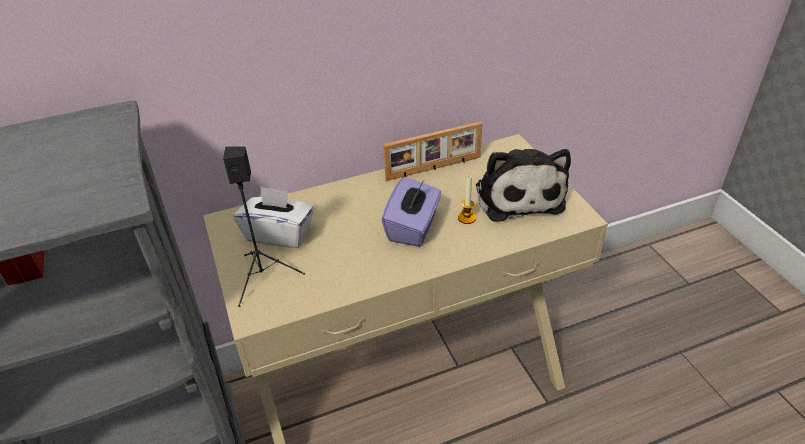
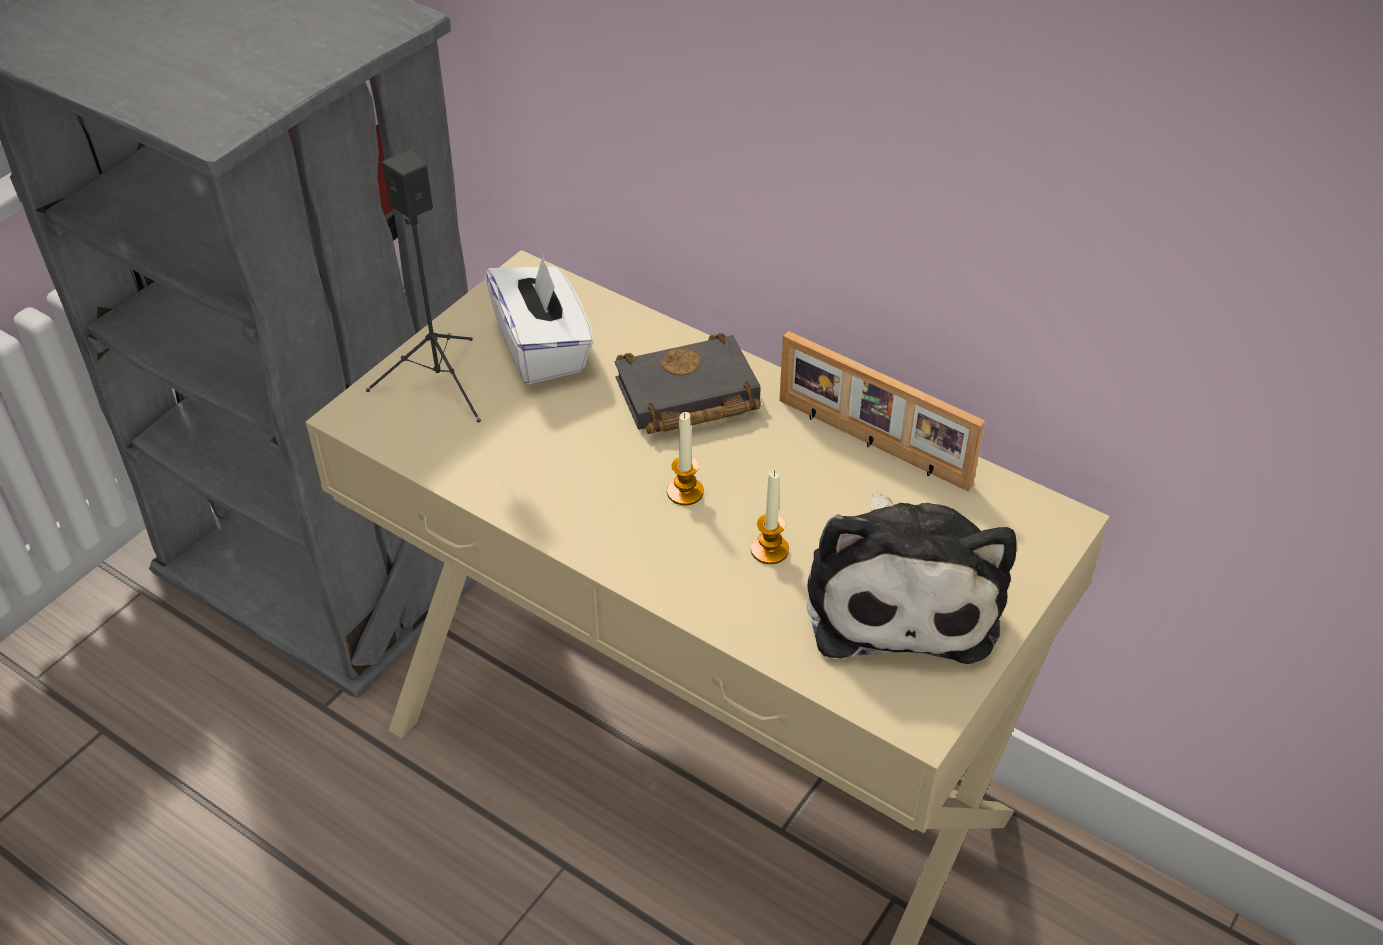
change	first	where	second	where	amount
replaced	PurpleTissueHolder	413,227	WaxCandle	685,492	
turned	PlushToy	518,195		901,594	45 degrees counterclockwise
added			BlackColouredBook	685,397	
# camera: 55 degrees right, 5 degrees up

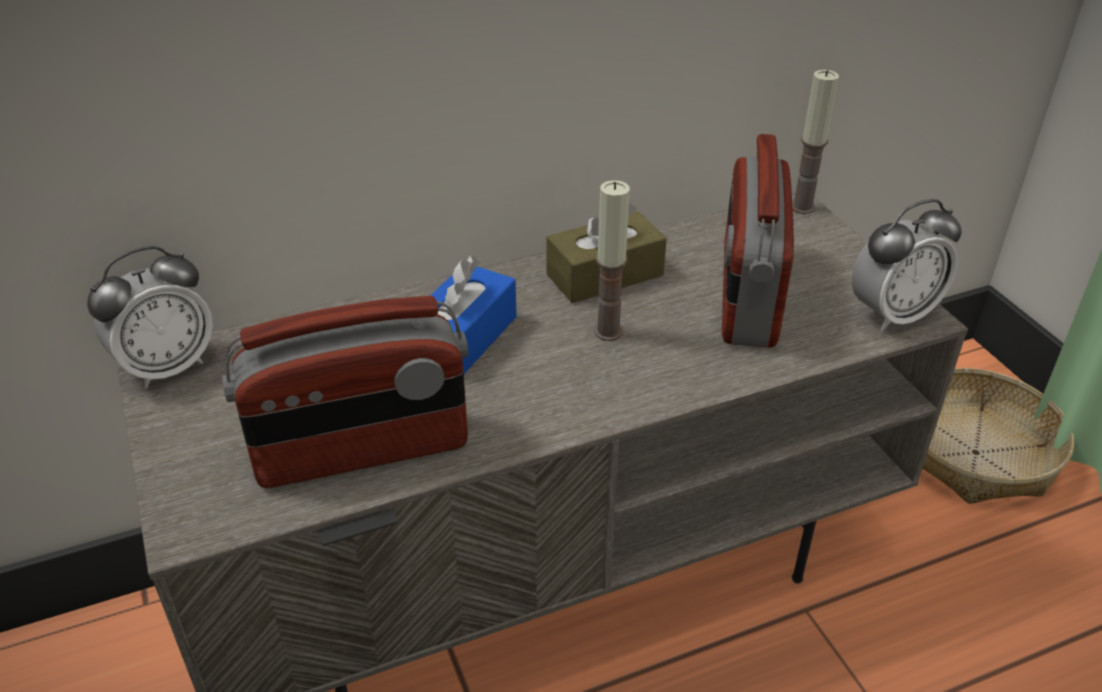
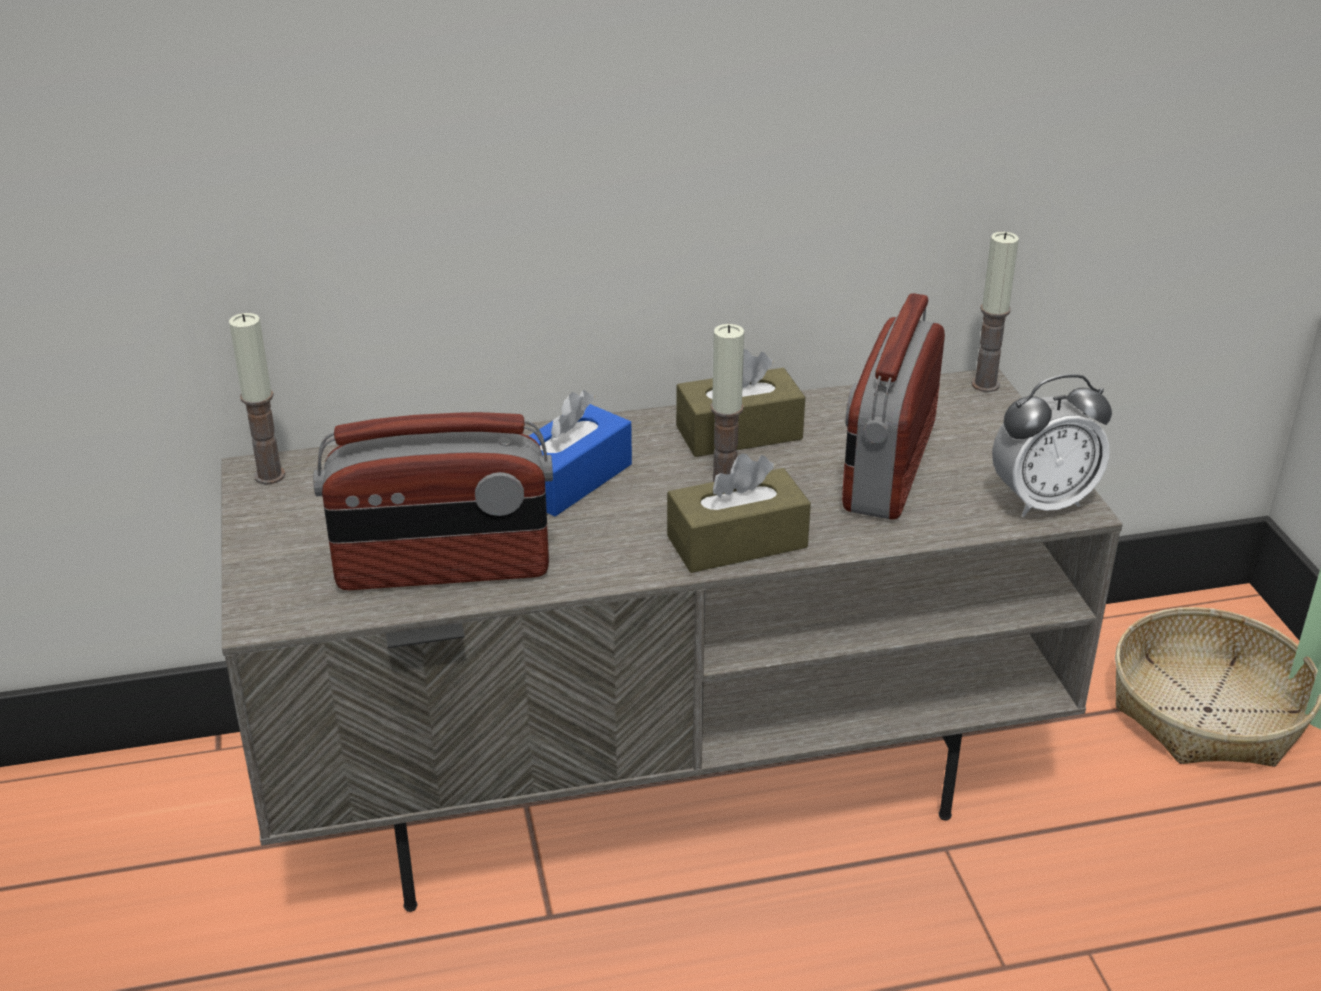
change	first	where	second	where	amount
replaced	BedsideClock	167,367	WaxCandle	269,475	
added			BrownishTissueHolder	737,542	
# camera: 10 degrees right, 5 degrees down

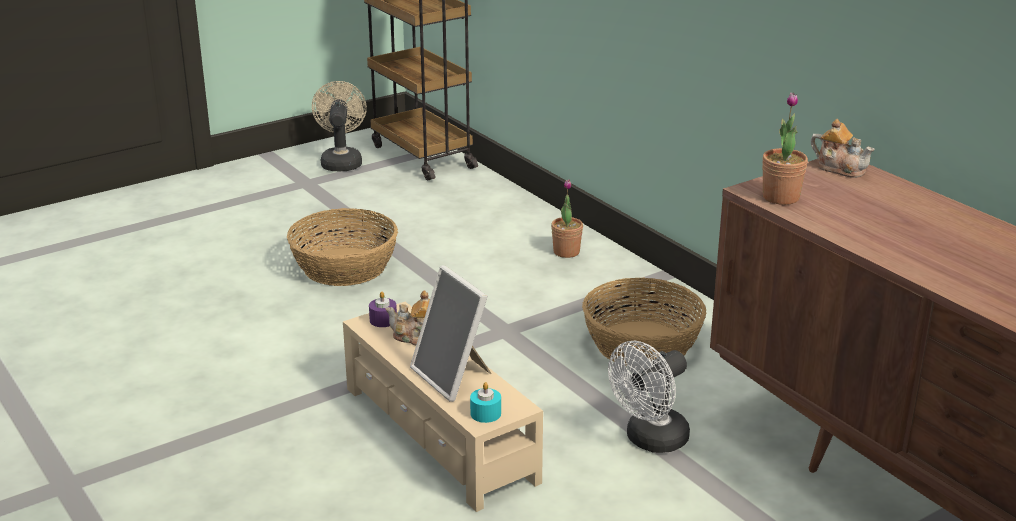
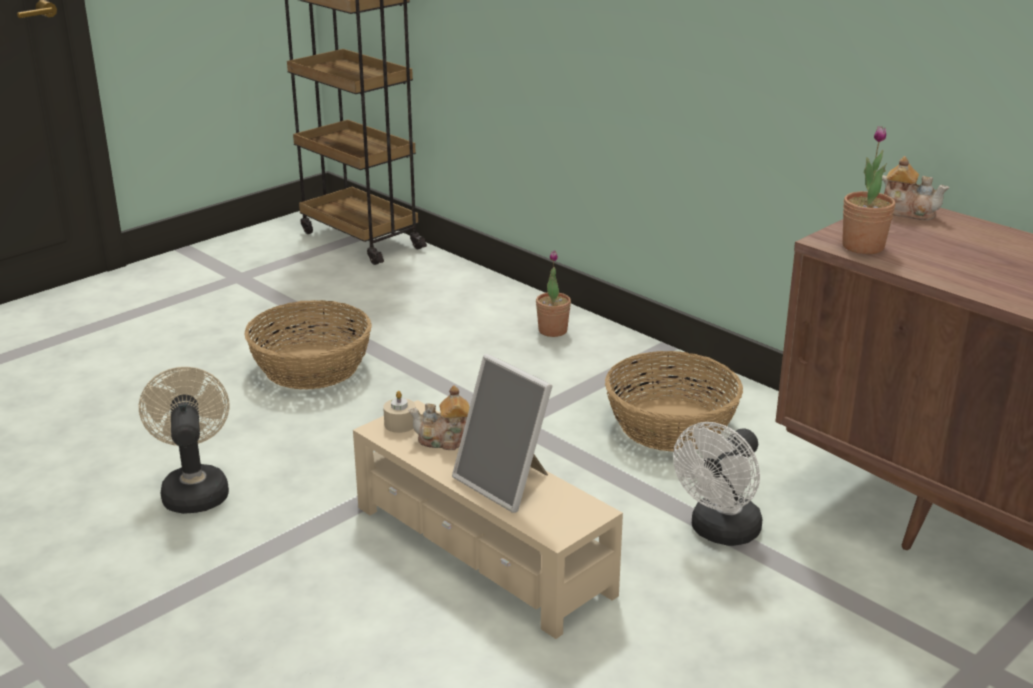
change	first	where	second	where	amount
moved	BeigeFan	341,161		194,489	
recoloured	PurpleWaxCandle	383,320	BeigeWaxCandle	400,424	
removed	TurquoiseWaxCandle	485,413			
# camera: 10 degrees left, 0 degrees up

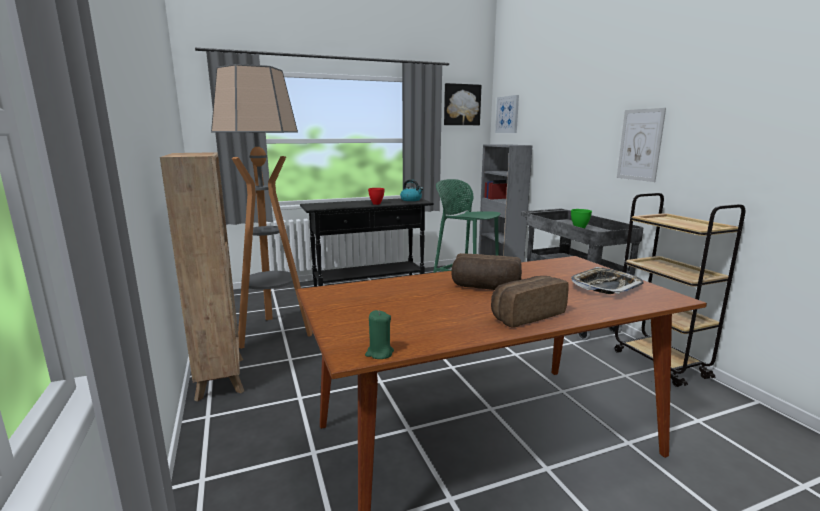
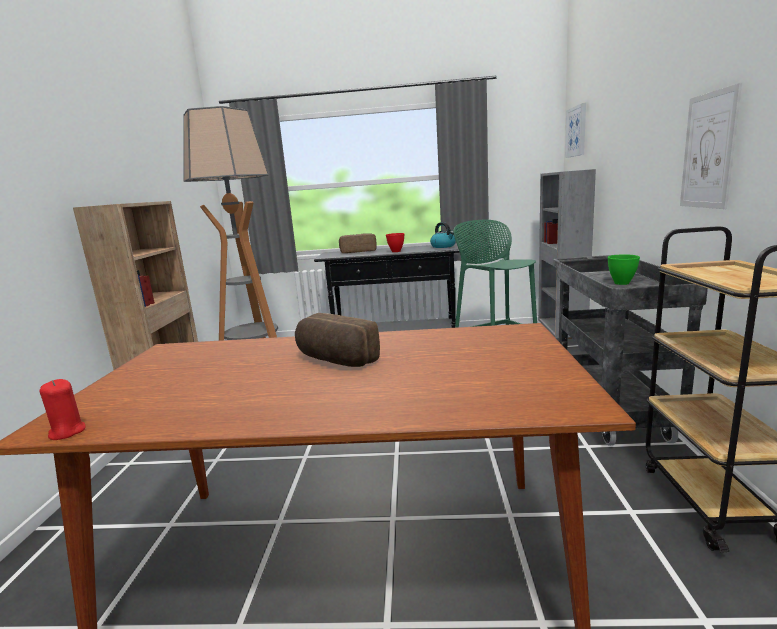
change	first	where	second	where	amount
recoloured	GreenWaxCandle	379,353	ReddishWaxCandle	67,432	
removed	Picture	461,105			
moved	Bread	525,315		358,251	
removed	CarryingTray	605,286			
# camera: 25 degrees right, 0 degrees up

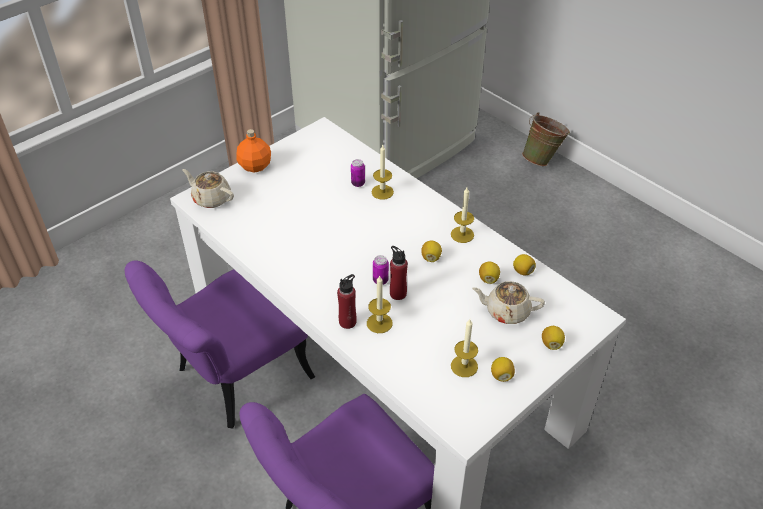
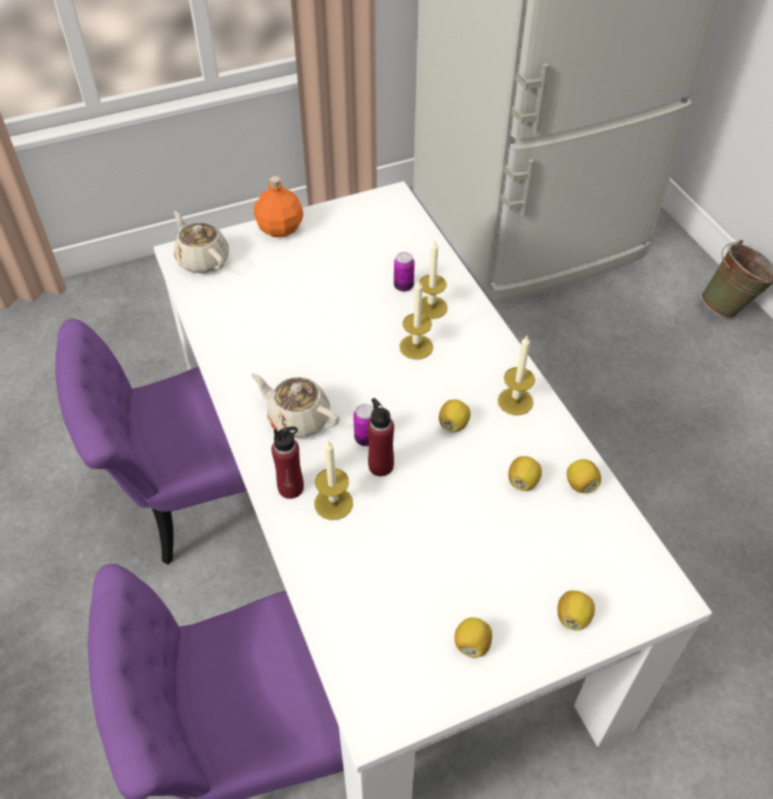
change	first	where	second	where	amount
moved	WaxCandle	464,366		416,347	
moved	BeigePotForTea	506,311		298,418	
# camera: 20 degrees right, 5 degrees up

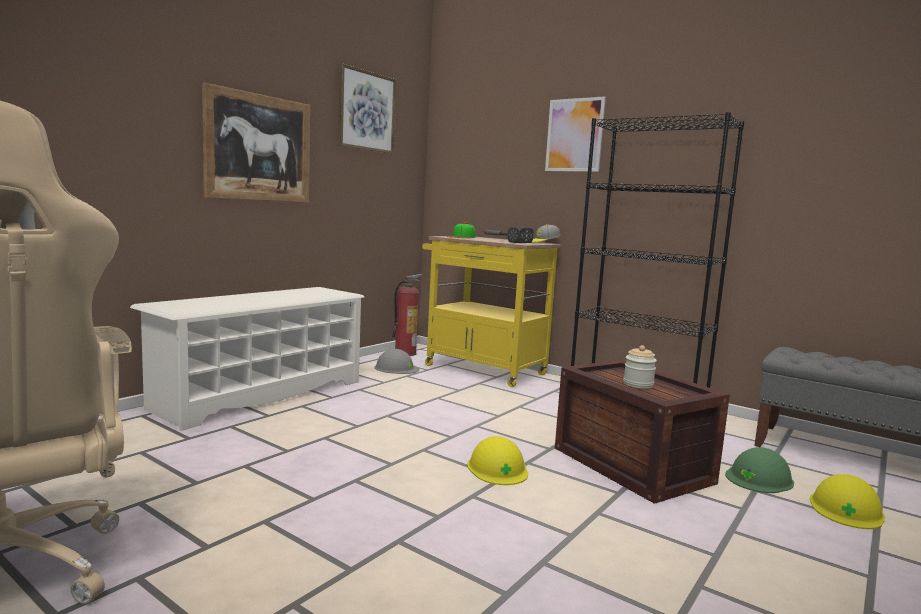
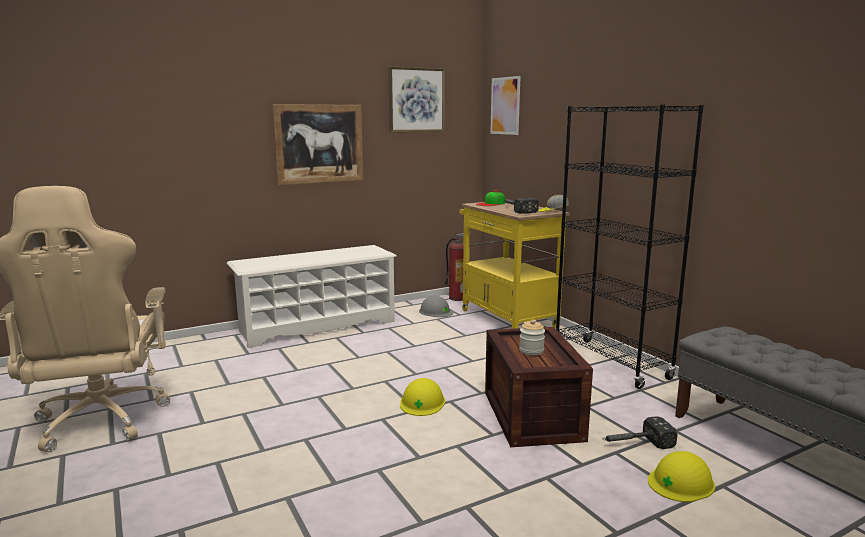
change	first	where	second	where	amount
moved	Picture	574,135		505,106	
replaced	GreenHardHat	759,478	HandHammer	635,444	
# camera: 25 degrees right, 5 degrees up

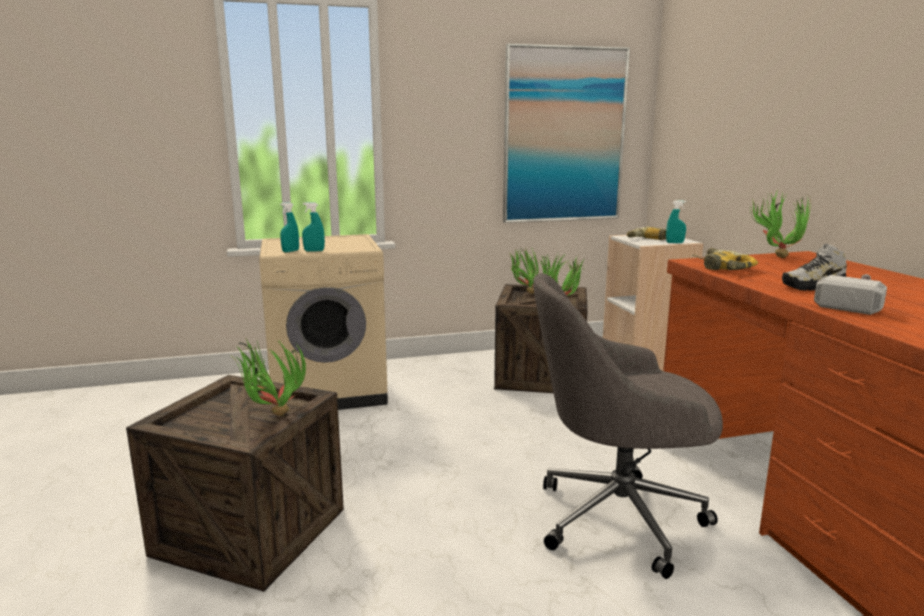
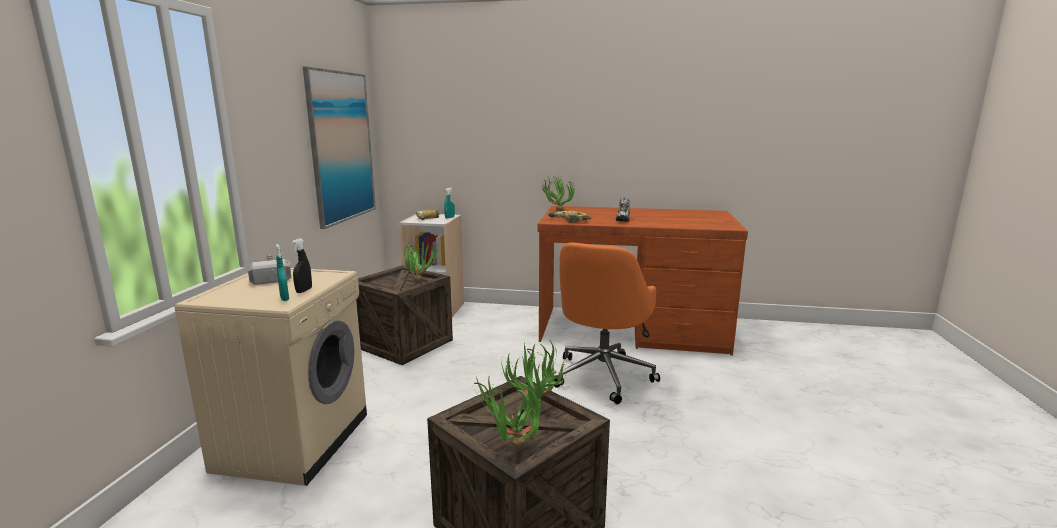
change	first	where	second	where	amount
recoloured	TurquoiseSprayBottle	314,251	BlackColouredSprayBottle	304,290	
moved	PottedPlant	525,293		512,450	
recoloured	GreyishComputerChair	617,520	OrangeyComputerChair	603,377	
moved	HandHammer	854,300		270,273	
# camera: 65 degrees left, 0 degrees up

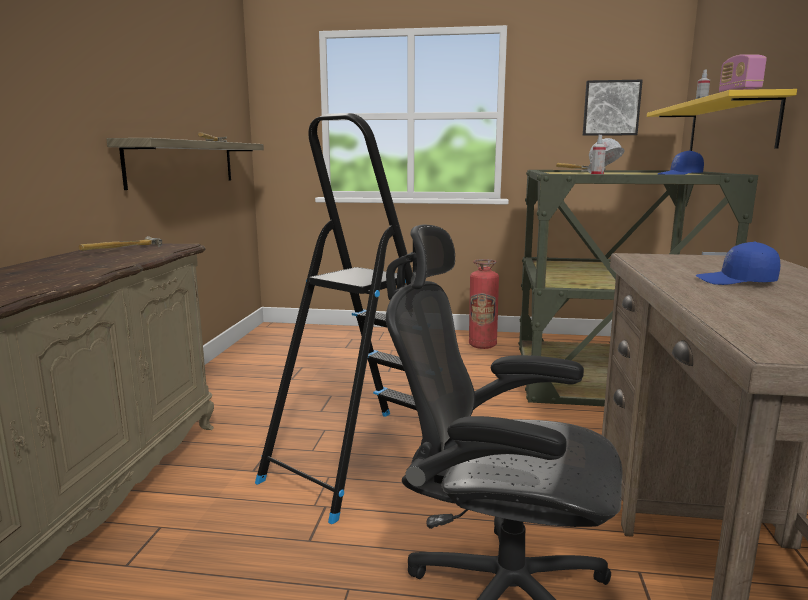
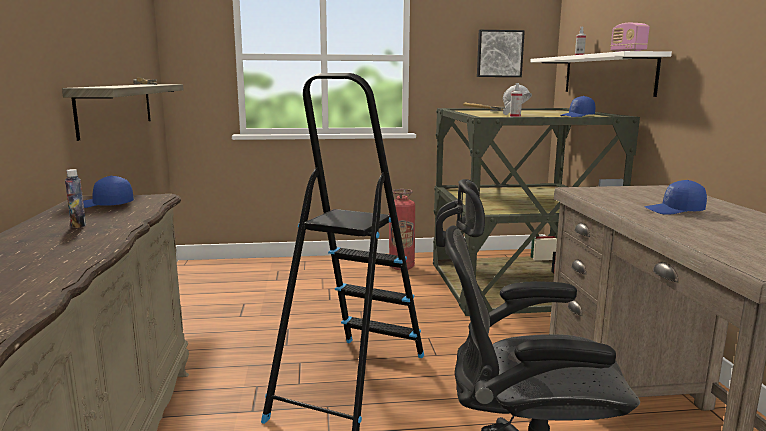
change	first	where	second	where	amount
replaced	HandHammer	126,250	BluishBaseballCap	106,205	
recoloured	YellowColouredShelf	729,126	WhitishShelf	606,75	
added			DrinkBottle	78,225	
# camera: 15 degrees left, 0 degrees up

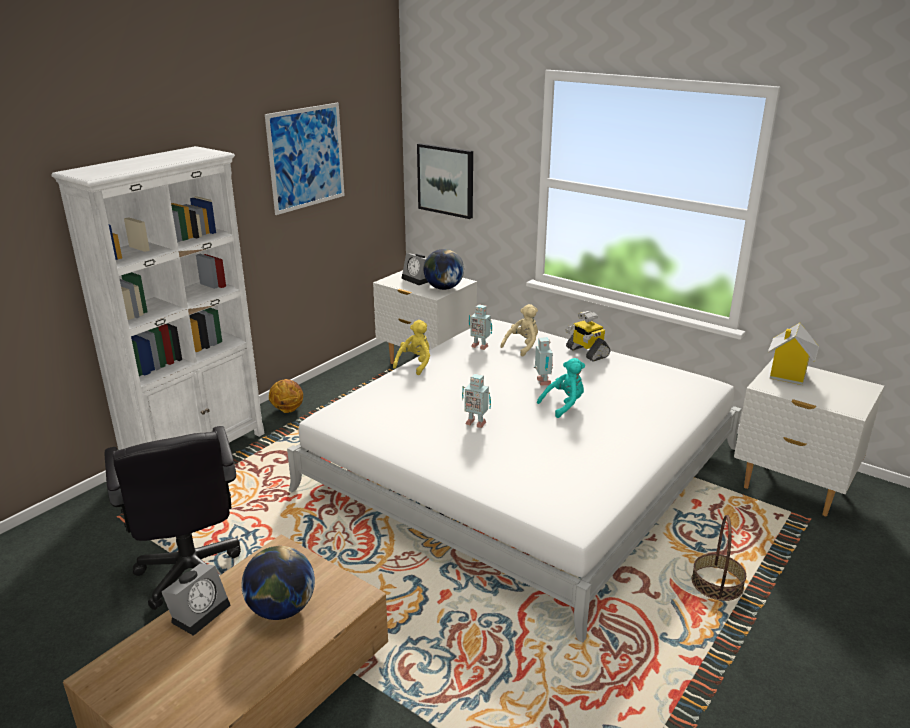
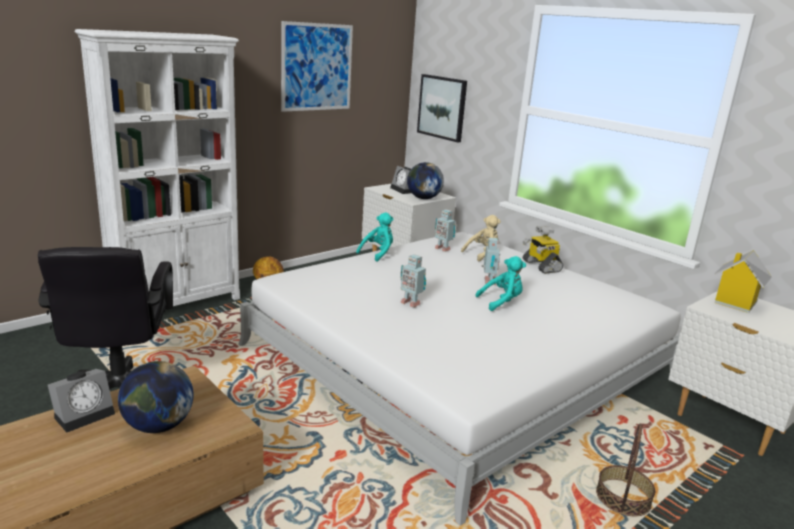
change	first	where	second	where	amount
recoloured	YellowColouredPlushToy	415,364	TurquoisePlushToy	378,253	
# camera: 10 degrees right, 5 degrees down

